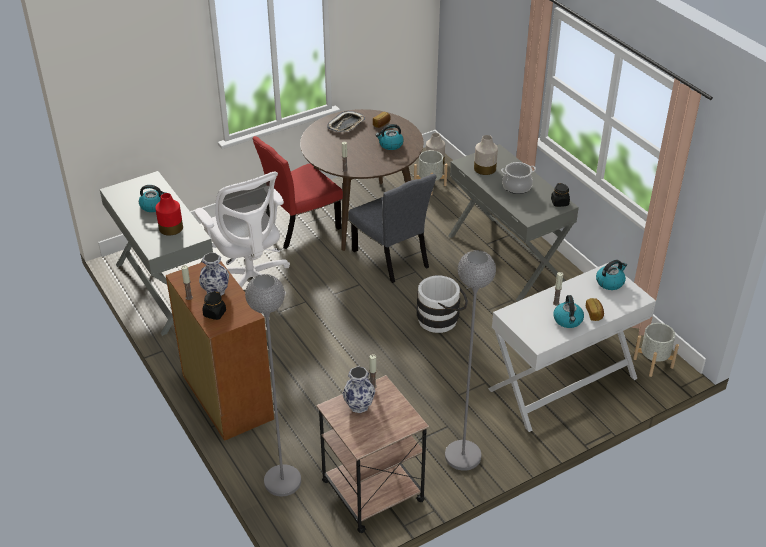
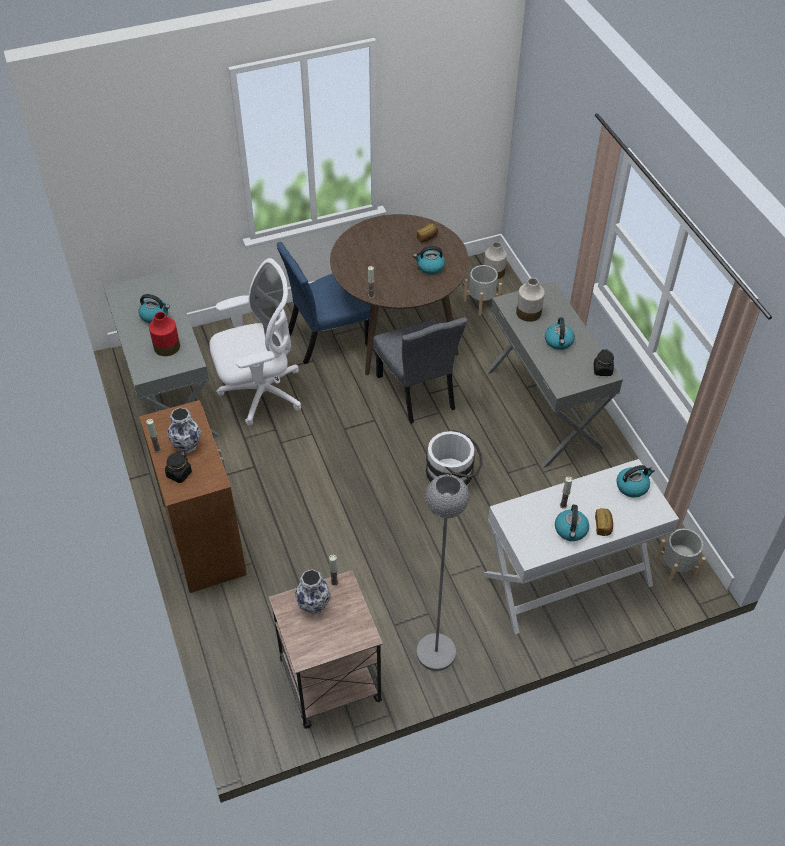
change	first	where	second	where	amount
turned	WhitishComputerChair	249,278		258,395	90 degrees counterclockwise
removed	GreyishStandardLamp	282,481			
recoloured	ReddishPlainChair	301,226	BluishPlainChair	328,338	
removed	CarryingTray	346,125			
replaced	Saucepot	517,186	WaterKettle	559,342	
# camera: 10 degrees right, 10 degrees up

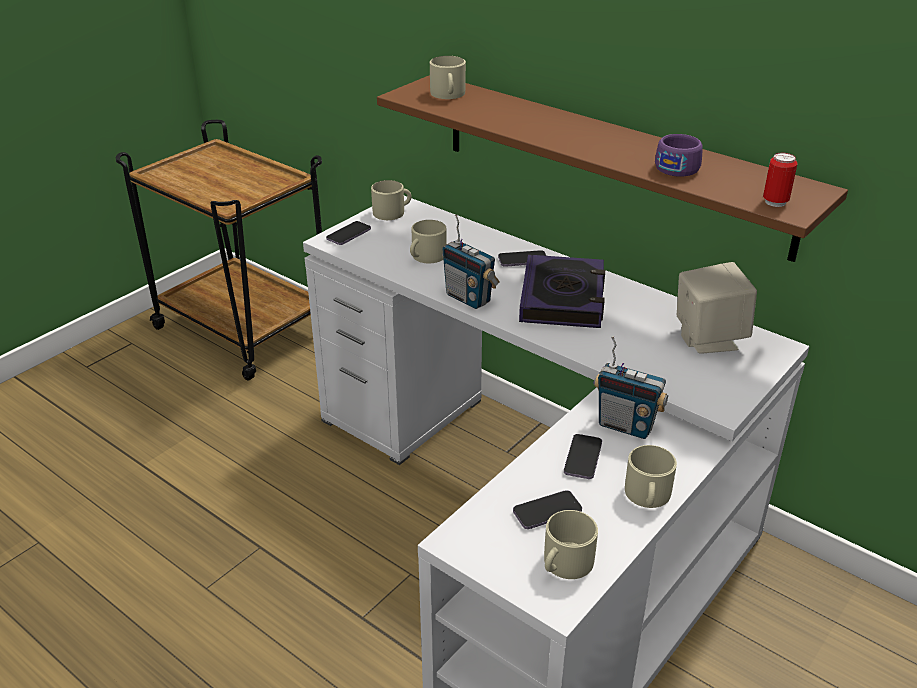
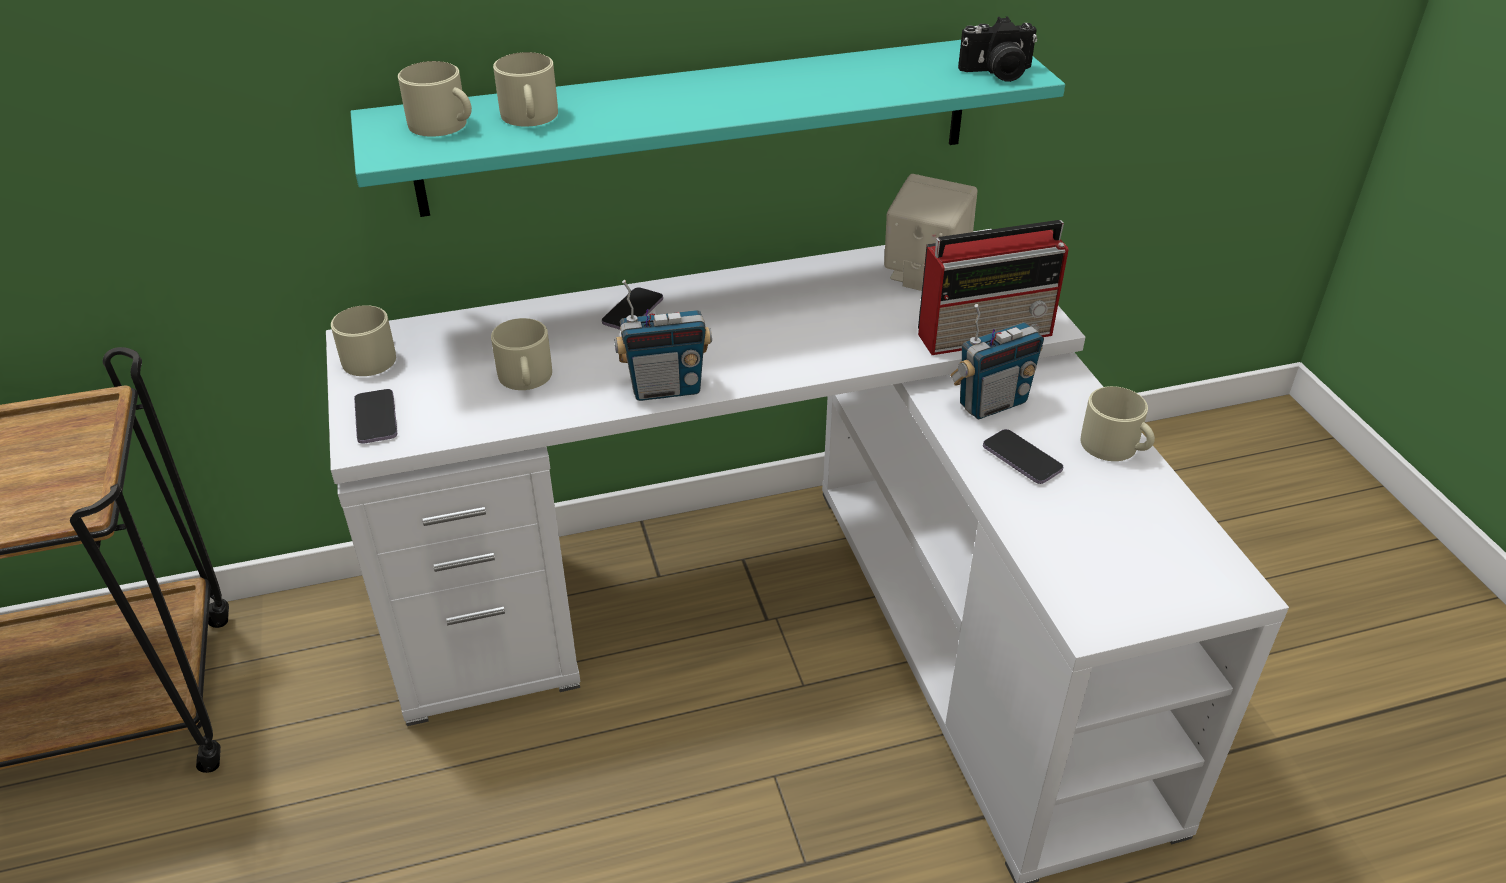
change	first	where	second	where	amount
recoloured	BrownishShelf	610,162	TurquoiseShelf	699,124	
removed	Handset	547,511			
removed	Book	563,298			
moved	BeigeTeaMug	564,564		530,117	
removed	PurpleSmallCup	679,167			
replaced	MetalCan	775,202	PhotoCamera	997,73	
added			RadioReceiver	987,333	
# camera: 55 degrees left, 5 degrees up

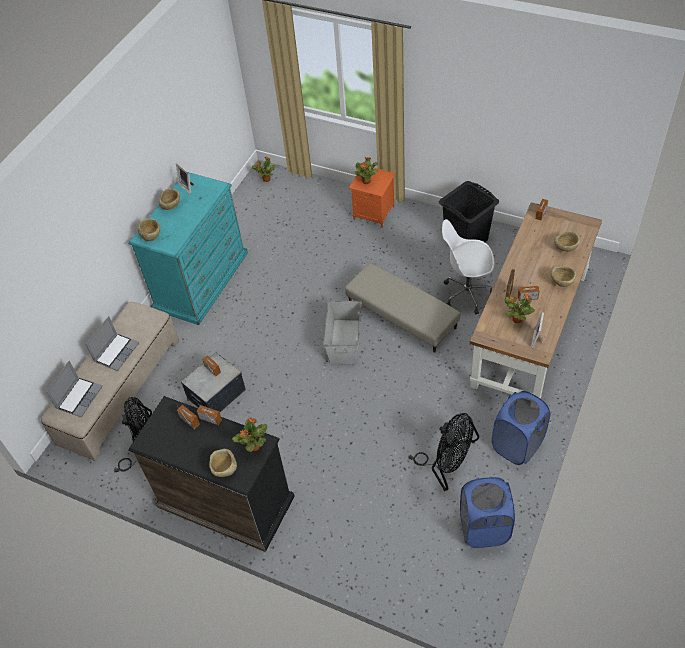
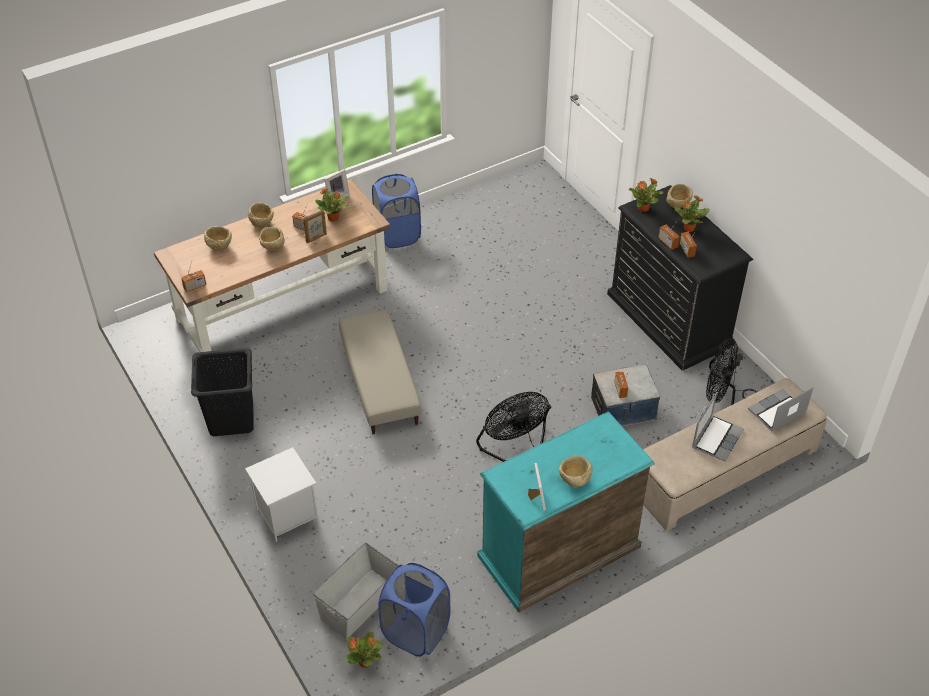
change	first	where	second	where	amount
turned	PortableComputer	116,352		716,438	150 degrees clockwise
moved	BeigeServingBowl	152,236		273,247	
moved	GreyishStorageBox	345,341		358,603	
recoloured	OrangeyNightstand	375,212	GreyishNightstand	285,515	
moved	PottedPlant	366,181		688,228	
moved	BlackColouredFan	446,461		521,449	
removed	WhitishComputerChair	465,294			
moved	BluishLaundryBasket	484,528		415,632	
# camera: 150 degrees left, 5 degrees down

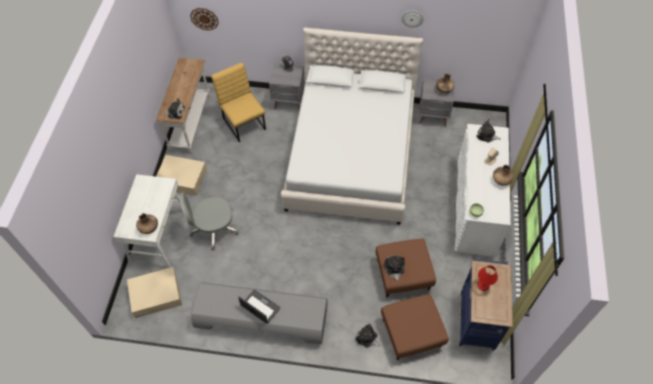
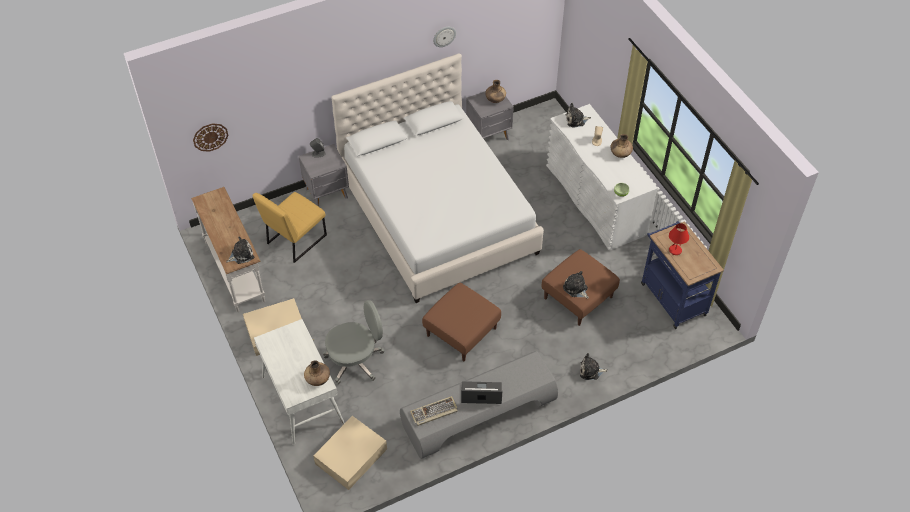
change	first	where	second	where	amount
turned	GreyishComputerChair	213,229		355,361	150 degrees counterclockwise
turned	YellowColouredPlainChair	243,122		295,240	75 degrees counterclockwise
moved	BrownishPouffe	411,333		461,331	
added			ComputerKeyboard	434,412	
# camera: 35 degrees left, 5 degrees down

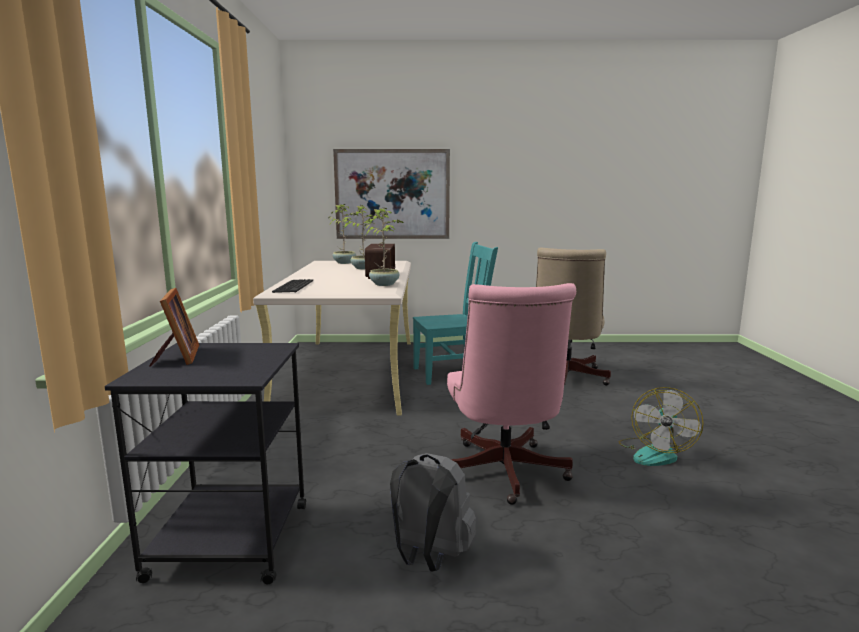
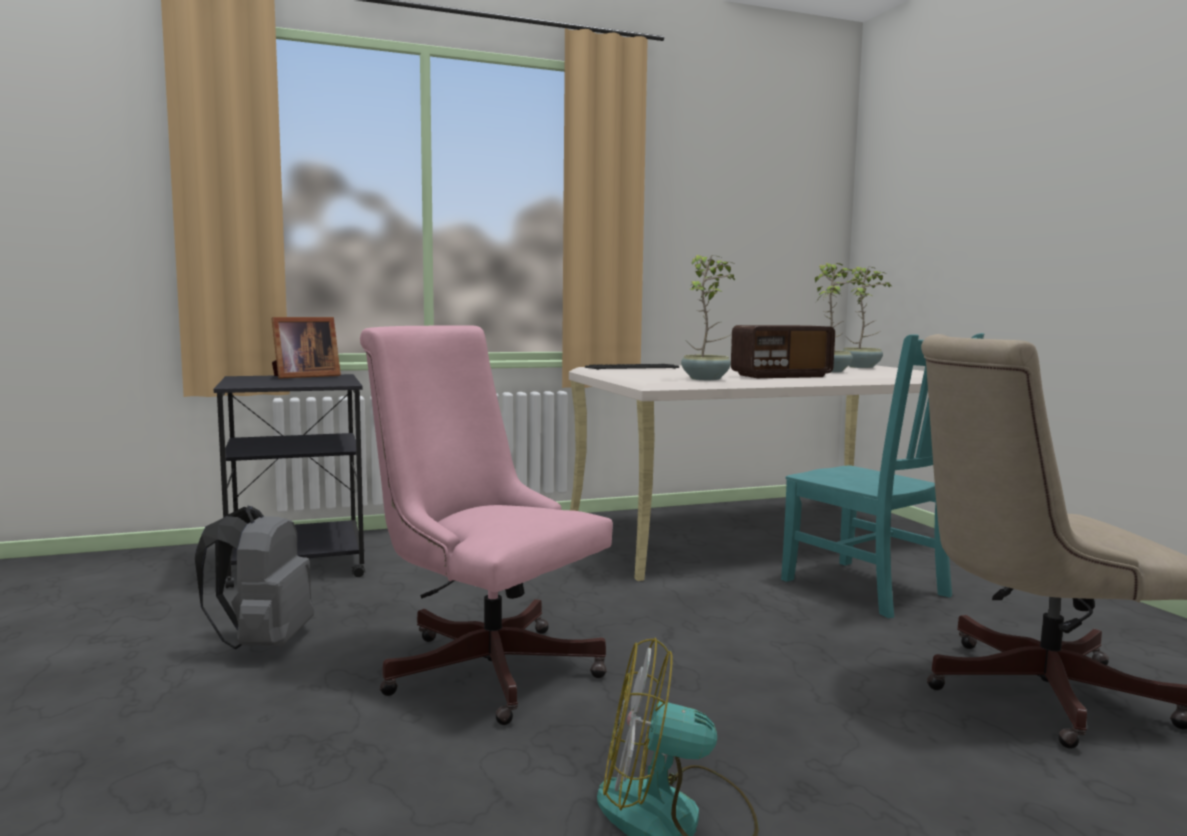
change	first	where	second	where	amount
removed	Picture	392,194			
turned	PinkColouredComputerChair	504,474		483,665	60 degrees clockwise
# camera: 70 degrees right, 5 degrees down

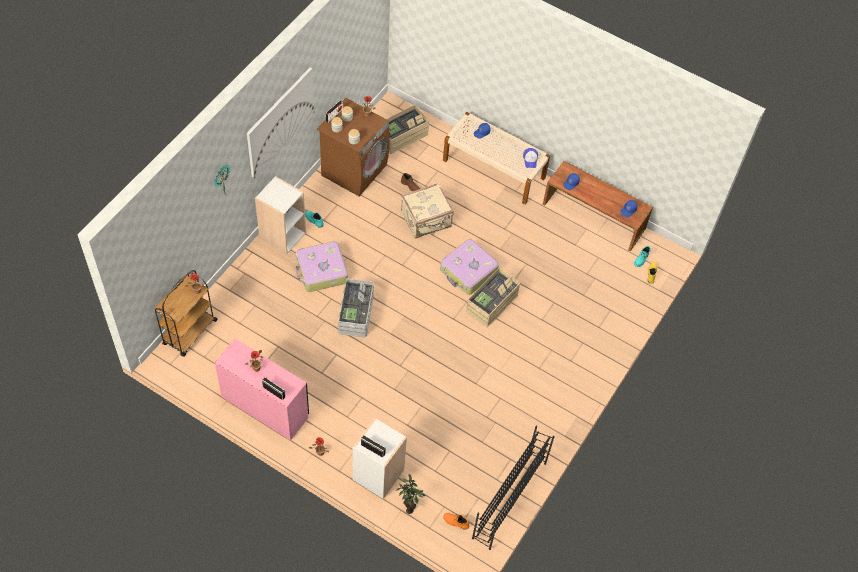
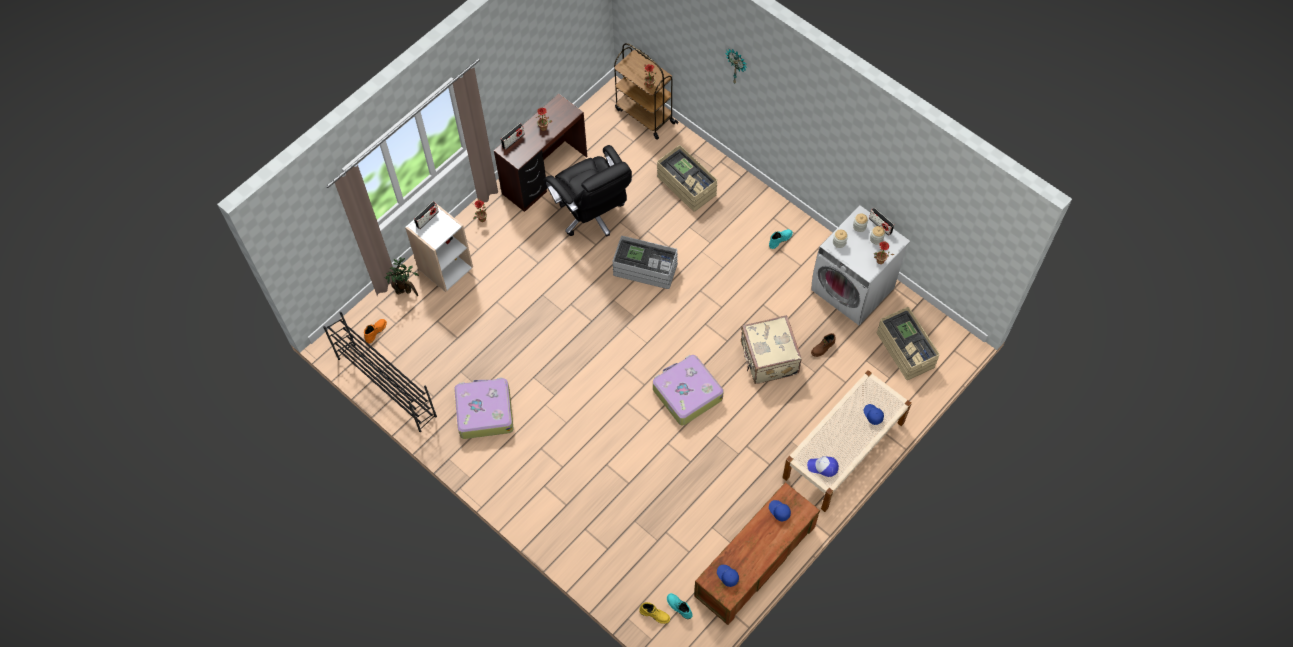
change	first	where	second	where	amount
recoloured	PinkColouredDesk	265,406	BrownishDesk	545,175	
removed	Picture	280,122			
removed	Bookshelf	283,235			
moved	TravelCase	321,271		484,412	
recoloured	BrownishLaundryMachine	353,169	WhitishLaundryMachine	854,289	
moved	BeigeStorageBox	491,303		687,184	
added			BlackColouredComputerChair	593,216	
# camera: 105 degrees right, 5 degrees up

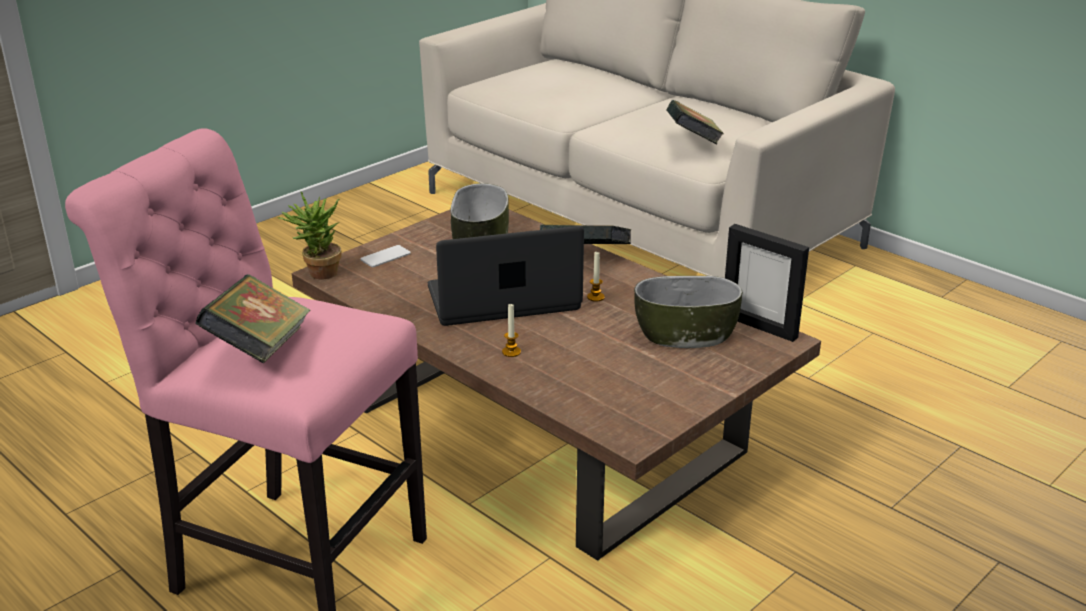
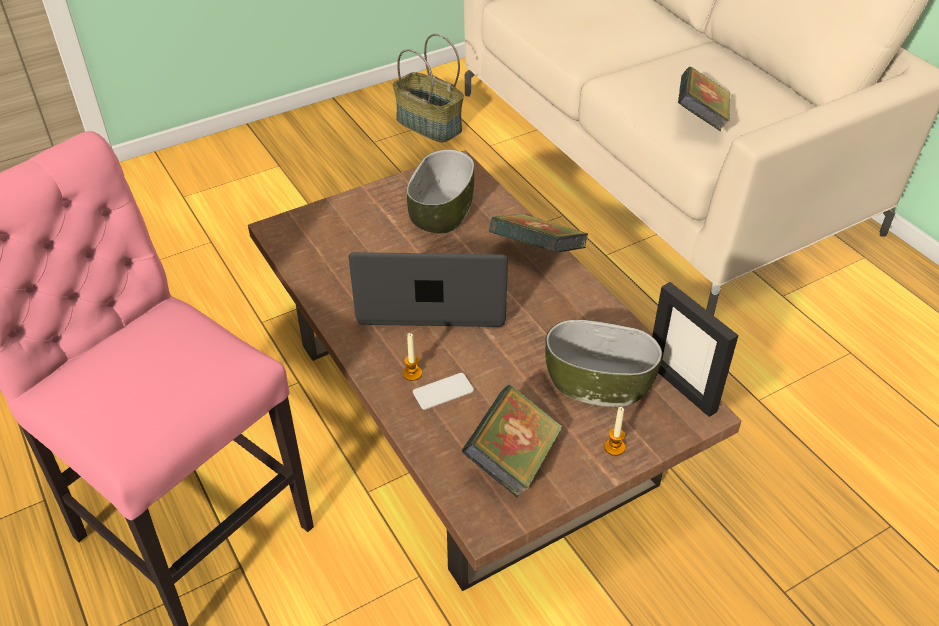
change	first	where	second	where	amount
moved	Book	259,348		512,460	
removed	PottedPlant	317,274			
moved	Handset	385,257		443,392	
moved	WaxCandle	595,297		614,447	
added			Basket	427,125	
# camera: 15 degrees right, 15 degrees up

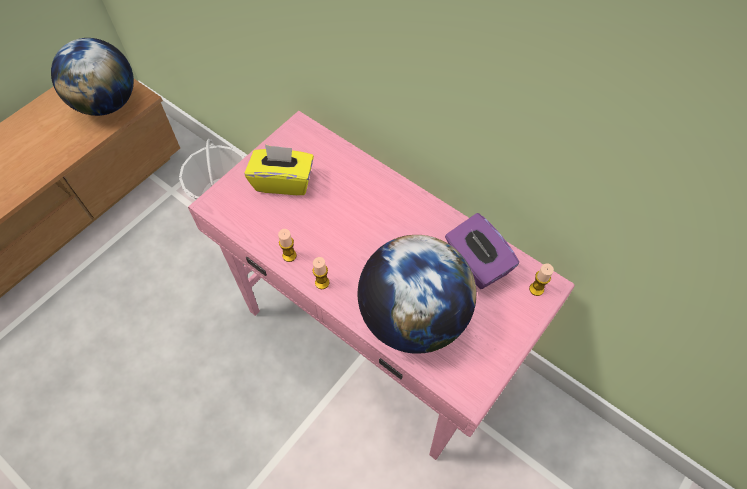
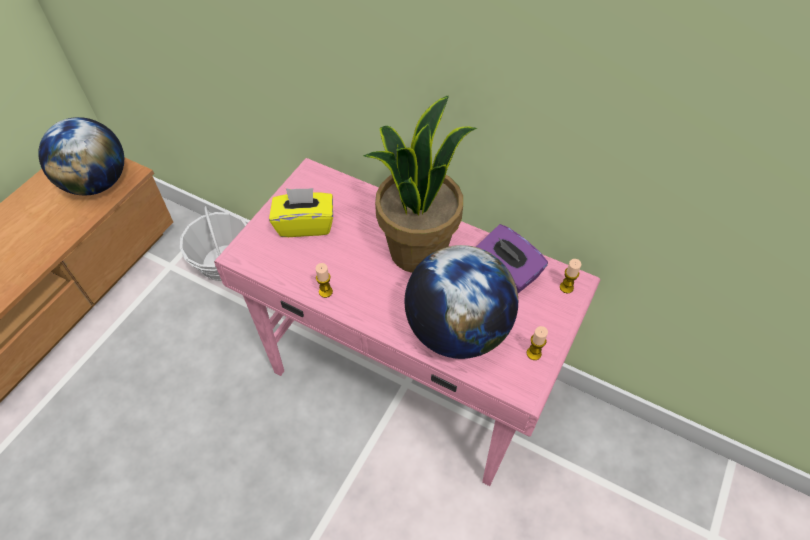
change	first	where	second	where	amount
moved	WaxCandle	322,282		533,353	
added			PottedPlant	417,249	
# camera: 10 degrees left, 5 degrees down

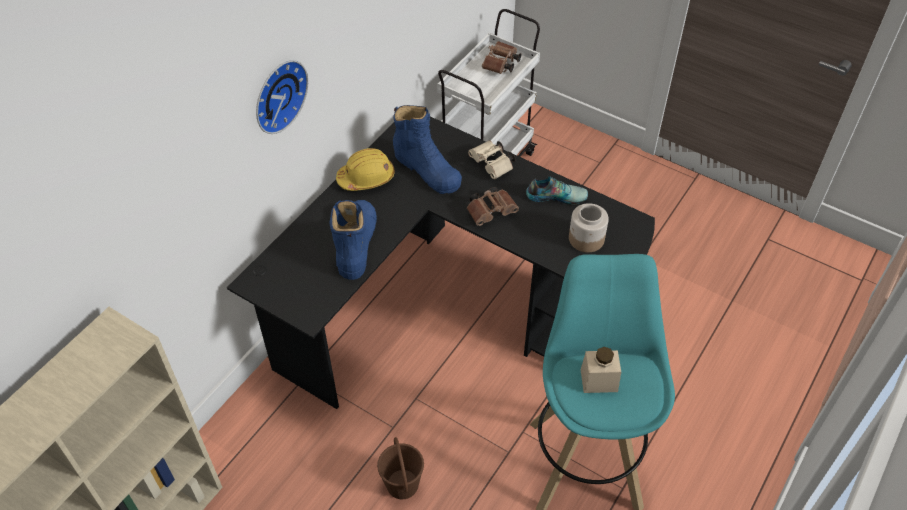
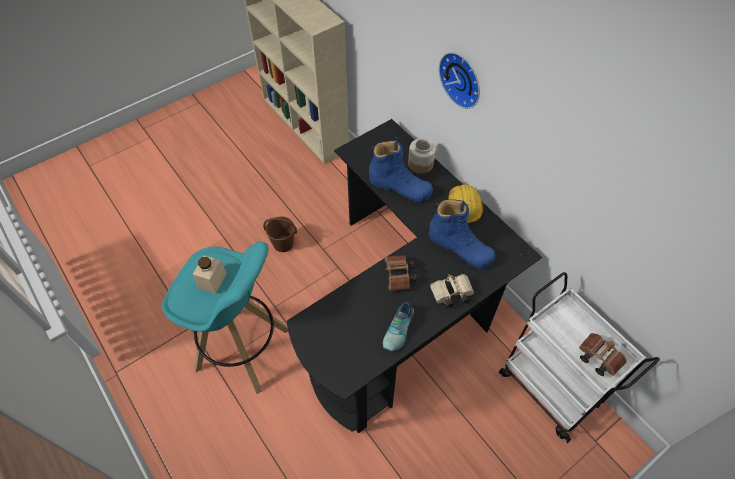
change	first	where	second	where	amount
turned	BluishHighTopBoot	427,169		460,247	120 degrees counterclockwise
moved	PreserveJar	586,239		420,164	
# camera: 110 degrees right, 5 degrees up

